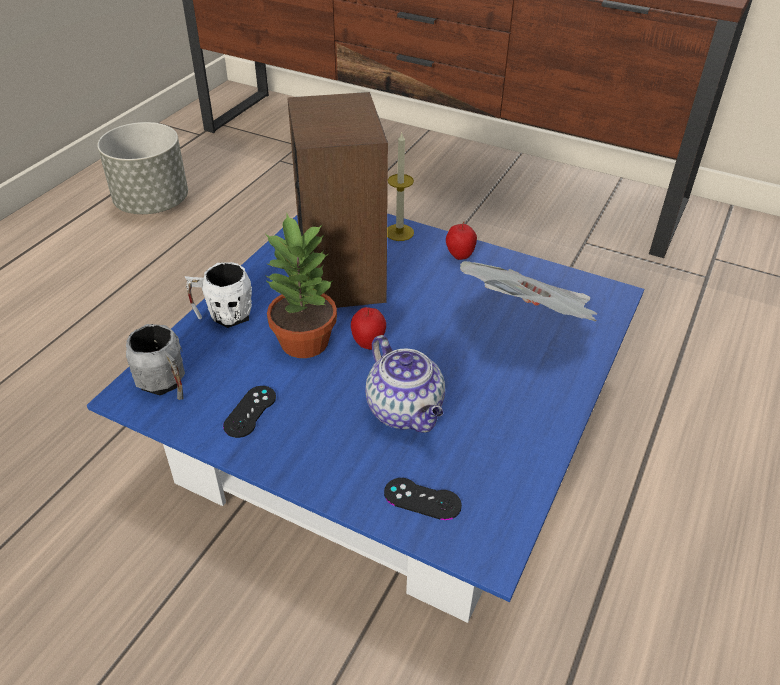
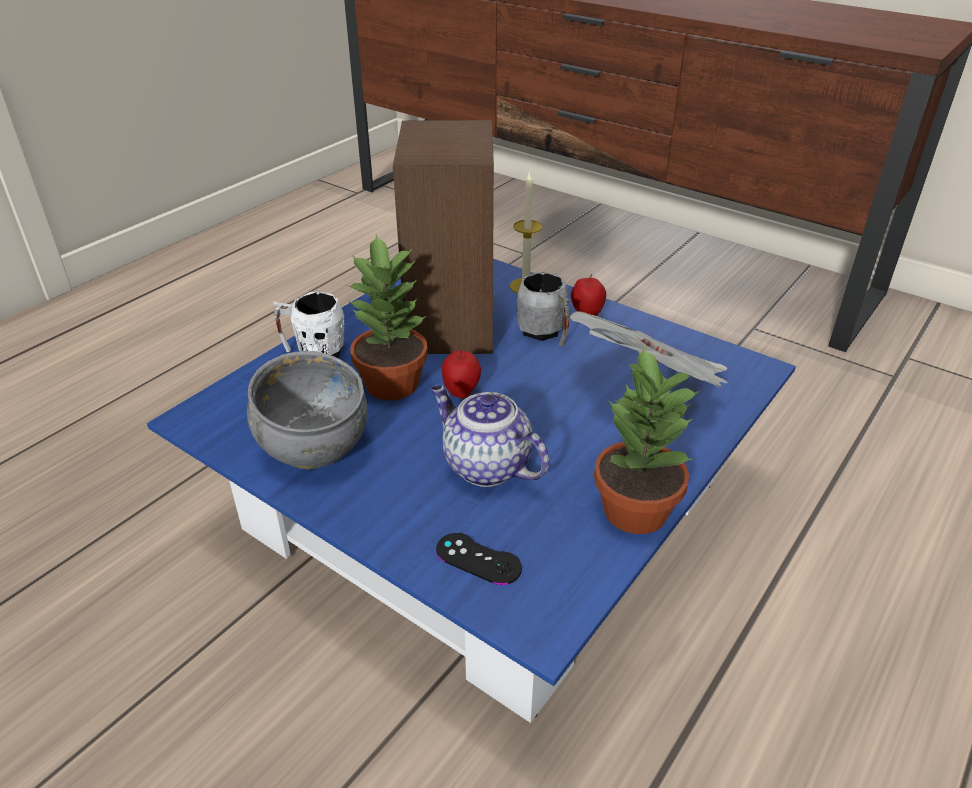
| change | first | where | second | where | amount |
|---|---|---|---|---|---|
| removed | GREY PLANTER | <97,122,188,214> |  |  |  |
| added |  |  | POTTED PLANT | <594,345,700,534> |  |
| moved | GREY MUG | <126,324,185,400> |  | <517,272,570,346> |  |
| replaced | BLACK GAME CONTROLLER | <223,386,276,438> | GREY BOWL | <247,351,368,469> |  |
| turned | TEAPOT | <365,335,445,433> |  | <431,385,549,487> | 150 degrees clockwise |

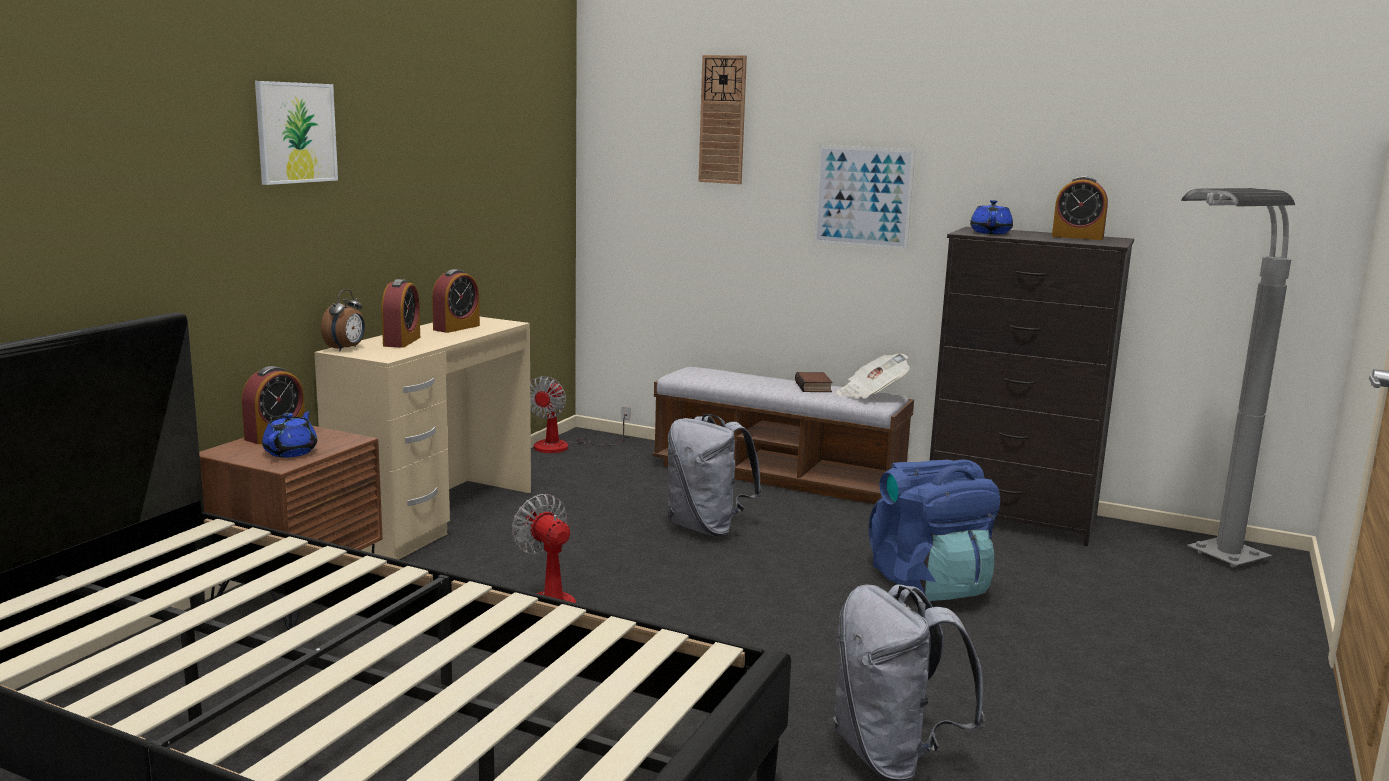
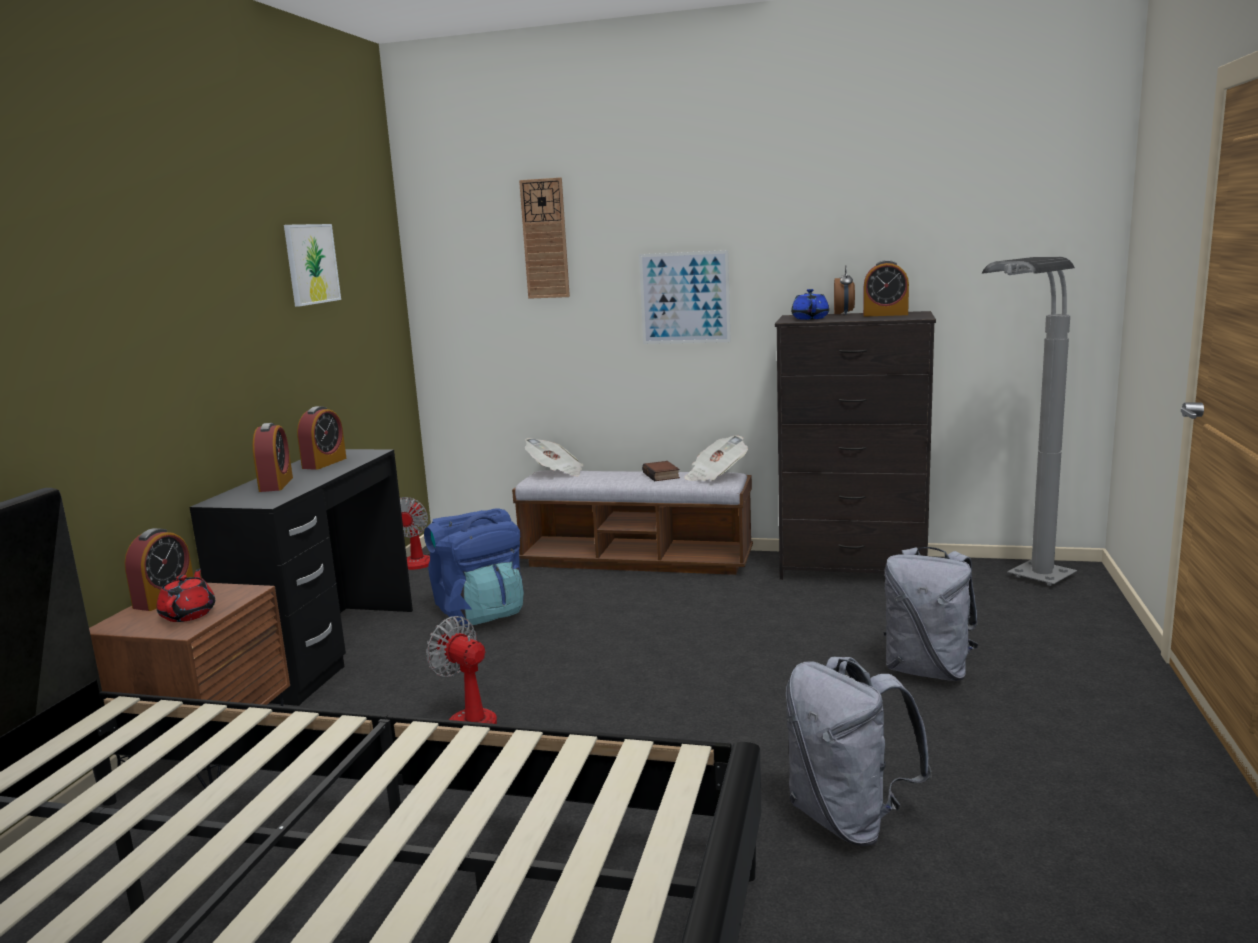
| change | first | where | second | where | amount |
|---|---|---|---|---|---|
| added |  |  | NEWSPAPER | <525,438,583,477> |  |
| moved | PICTURE | <255,81,338,185> |  | <284,224,341,307> |  |
| moved | ALARM CLOCK | <321,289,365,351> |  | <834,265,855,315> |  |
| moved | GREY BACKPACK | <668,414,762,537> |  | <883,547,979,681> |  |
| moved | BLUE BACKPACK | <869,459,1000,601> |  | <424,508,524,627> |  |
| recoloured | BLUE TEAPOT | <262,410,317,457> | RED TEAPOT | <157,568,215,622> |  |
| recoloured | BEIGE DESK | <314,317,531,560> | BLACK DESK | <190,449,413,706> |  |

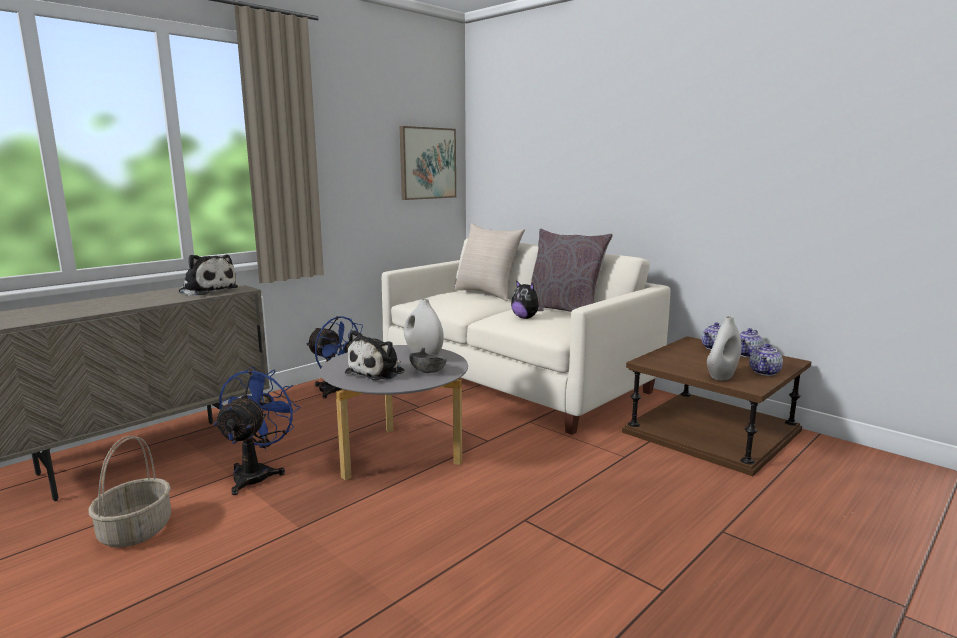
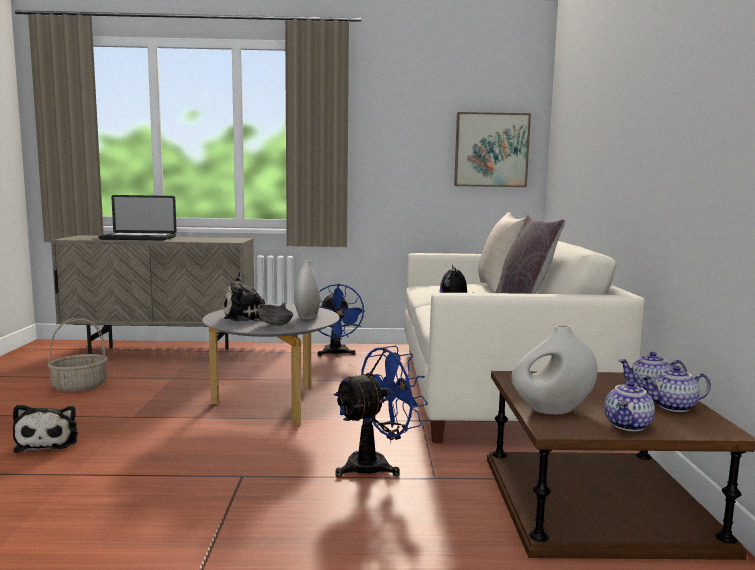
| change | first | where | second | where | amount |
|---|---|---|---|---|---|
| added |  |  | LAPTOP | <99,195,177,240> |  |
| moved | PLUSH TOY | <179,255,238,296> |  | <13,404,78,453> |  |
| moved | BLUE FAN | <214,366,300,495> |  | <333,346,428,477> |  |
| turned | TEAPOT | <749,344,783,376> |  | <604,381,655,431> | 45 degrees counterclockwise |

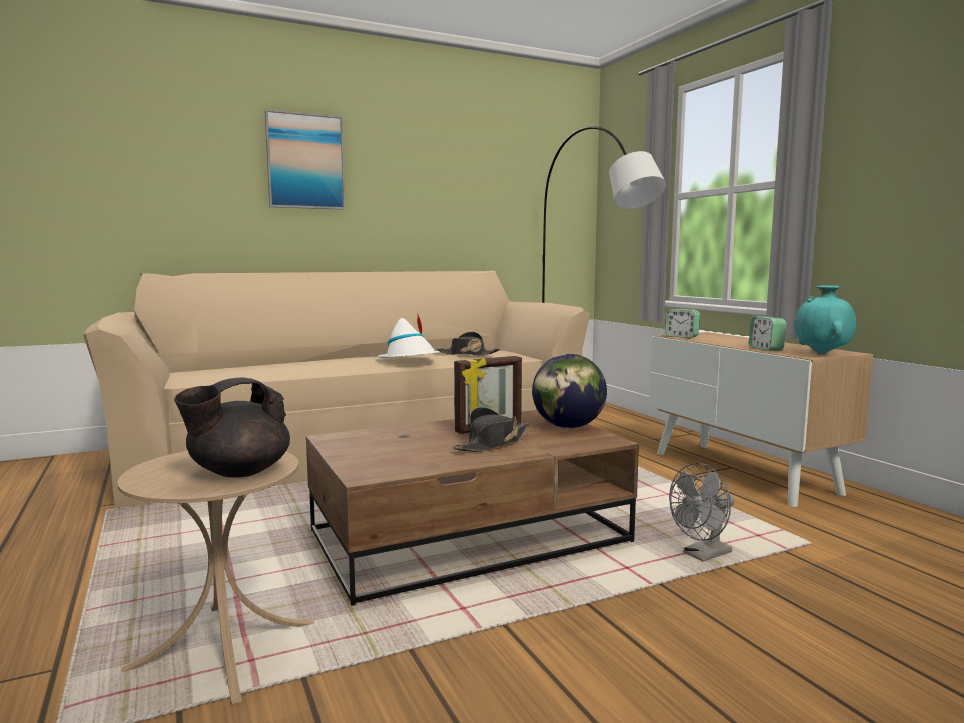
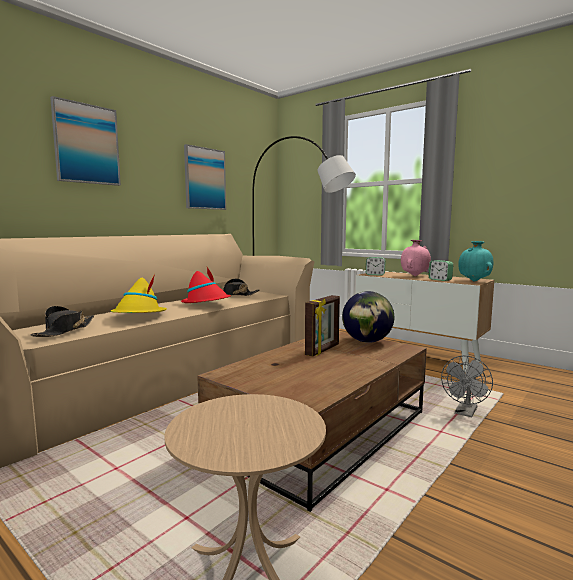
| change | first | where | second | where | amount |
|---|---|---|---|---|---|
| removed | BLACK TEAPOT | <174,377,290,478> |  |  |  |
| added |  |  | YELLOW HAT | <111,274,167,313> |  |
| added |  |  | PICTURE | <184,144,226,210> |  |
| added |  |  | PINK VASE | <401,240,431,276> |  |
| moved | BLACK HAT | <453,407,529,452> |  | <31,306,94,337> |  |
| recoloured | WHITE HAT | <378,312,440,358> | RED HAT | <181,267,231,303> |  |

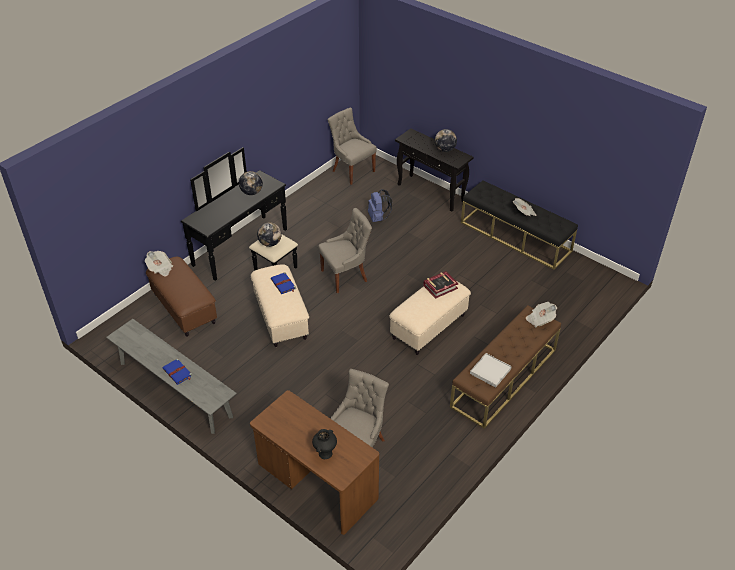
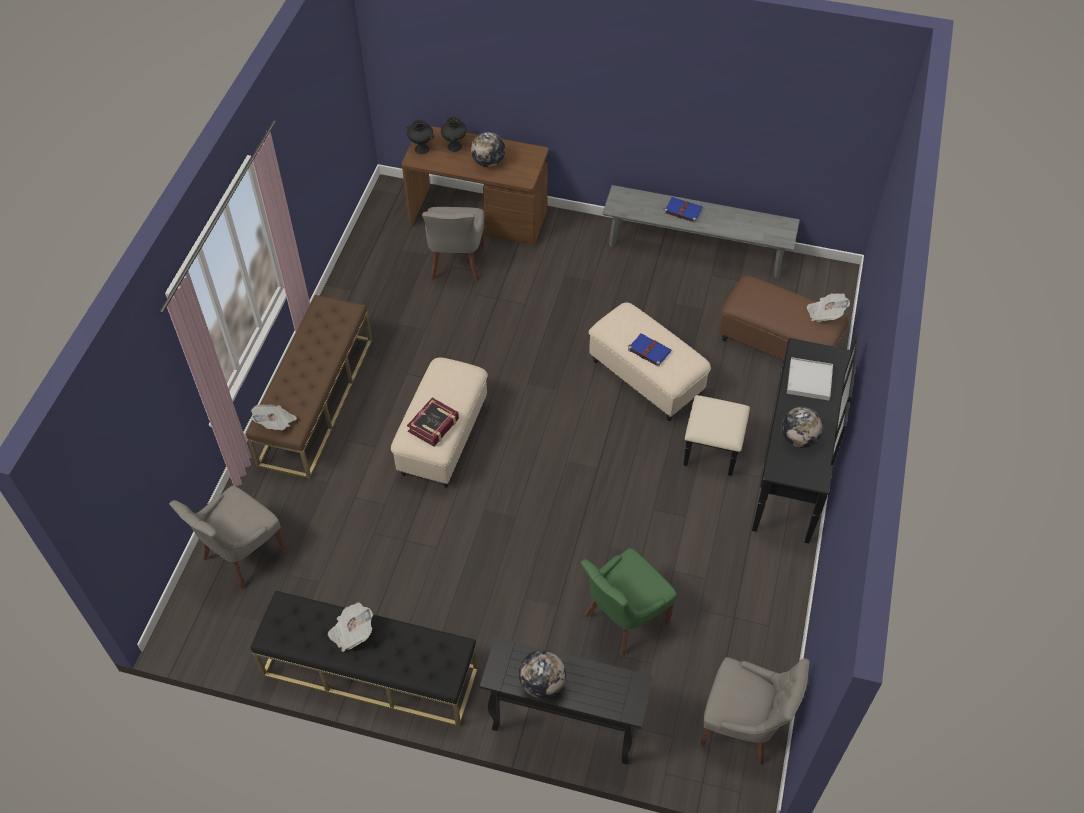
| change | first | where | second | where | amount |
|---|---|---|---|---|---|
| added |  |  | BLACK VASE | <407,120,434,154> |  |
| moved | GLOBE | <257,222,281,247> |  | <471,132,505,167> |  |
| moved | GREY CHAIR | <318,208,372,293> |  | <169,486,286,589> |  |
| moved | WHITE TRAY | <470,353,512,388> |  | <787,357,833,400> |  |
| replaced | BLUE BACKPACK | <368,189,392,222> | GREEN CHAIR | <581,548,677,656> |  |

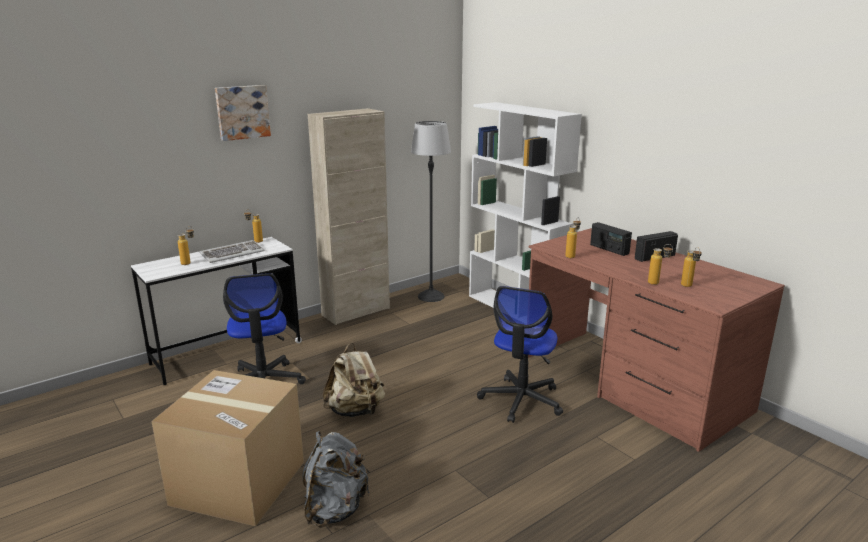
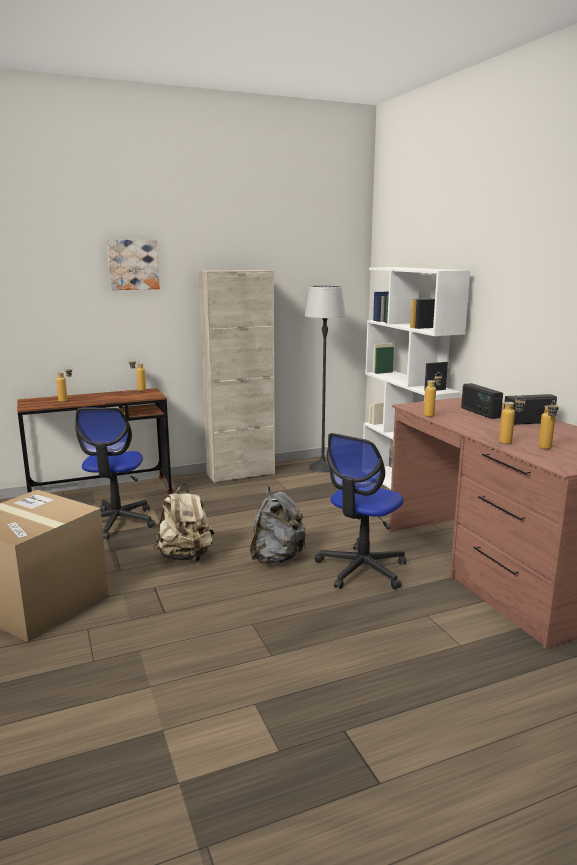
| change | first | where | second | where | amount |
|---|---|---|---|---|---|
| removed | KEYBOARD | <200,240,265,263> |  |  |  |
| moved | GREY BACKPACK | <302,431,370,528> |  | <250,486,306,564> |  |
| recoloured | WHITE DESK | <131,237,302,385> | BROWN DESK | <17,388,174,494> |  |

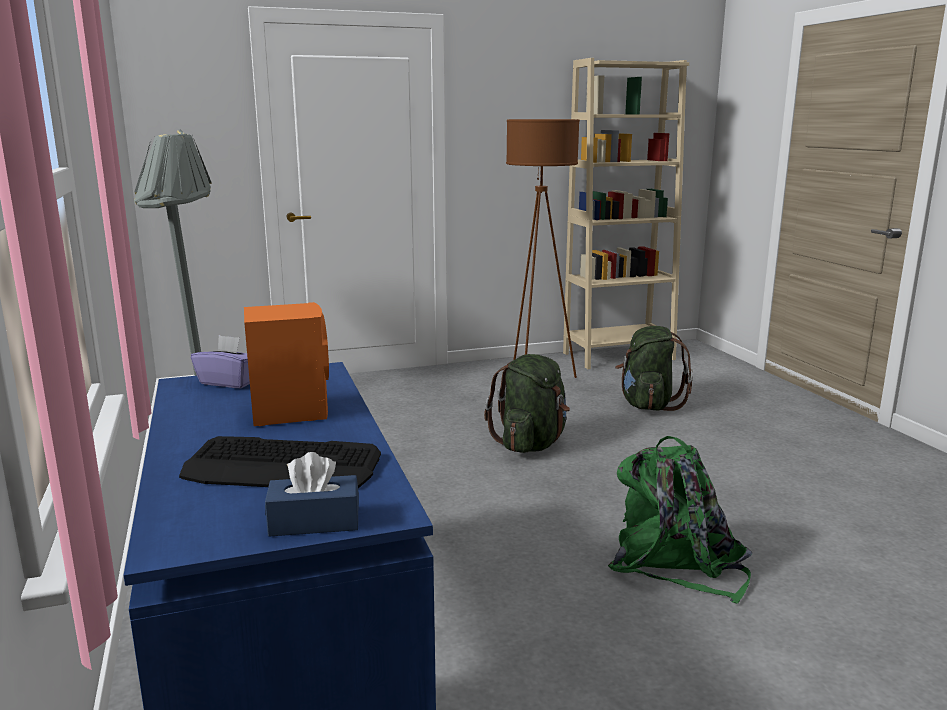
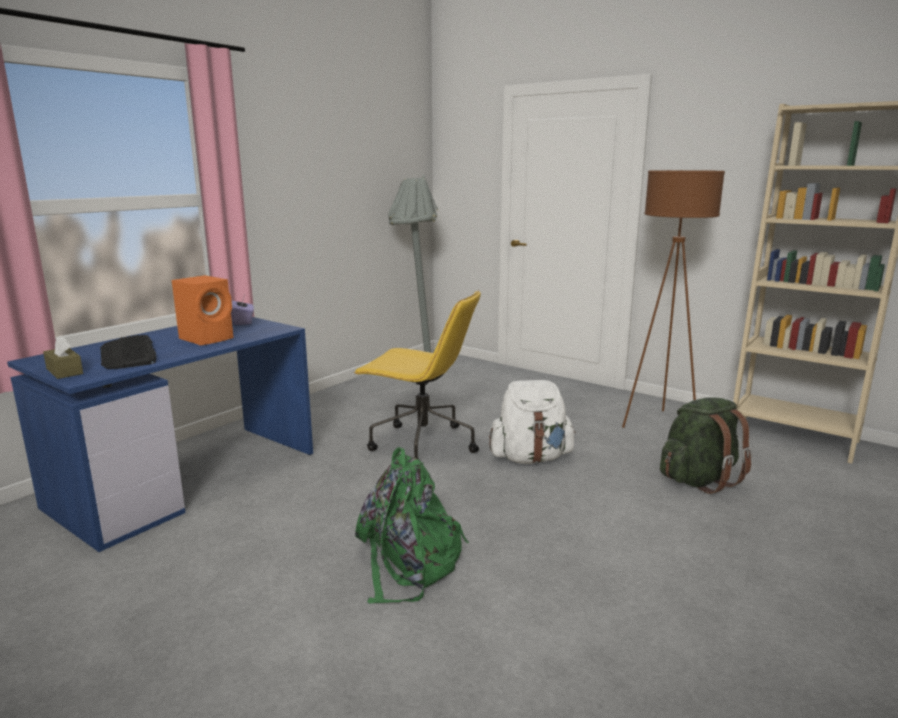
| change | first | where | second | where | amount |
|---|---|---|---|---|---|
| added |  |  | YELLOW OFFICE CHAIR | <354,290,481,461> |  |
| recoloured | BLUE TISSUE BOX | <265,452,359,536> | BROWN TISSUE BOX | <43,335,83,379> |  |
| recoloured | GREEN BACKPACK | <484,354,570,453> | WHITE BACKPACK | <489,380,576,464> |  |

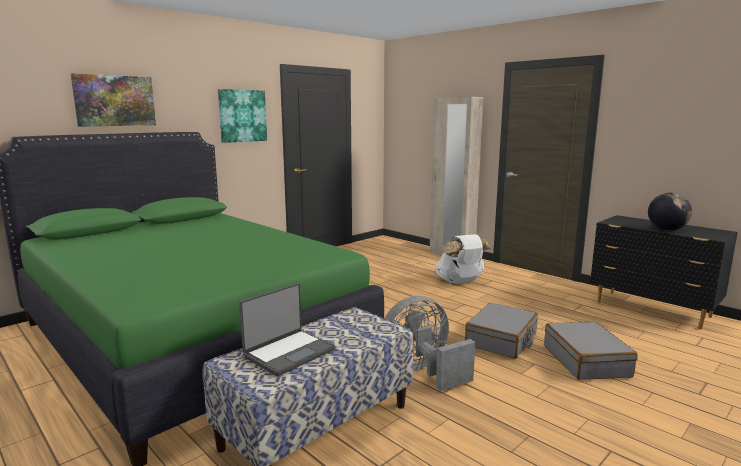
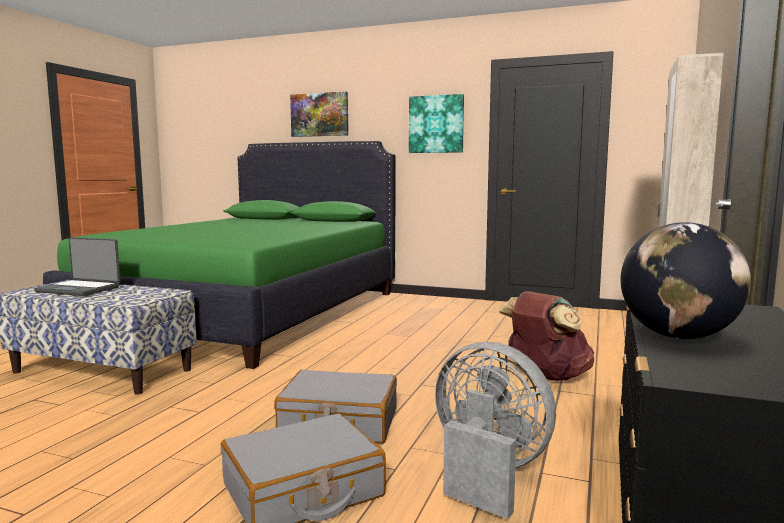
| change | first | where | second | where | amount |
|---|---|---|---|---|---|
| moved | GREY FAN | <385,296,475,391> |  | <435,342,556,519> |  |
| recoloured | WHITE BACKPACK | <435,234,491,283> | BROWN BACKPACK | <499,291,594,381> |  |

